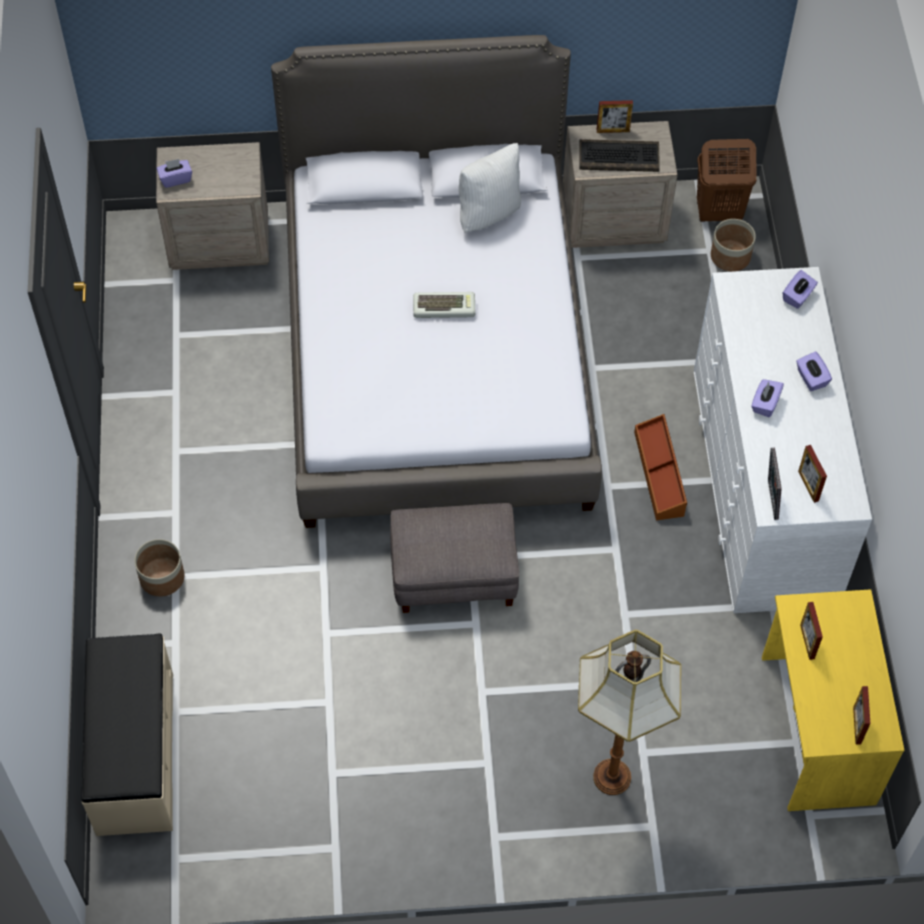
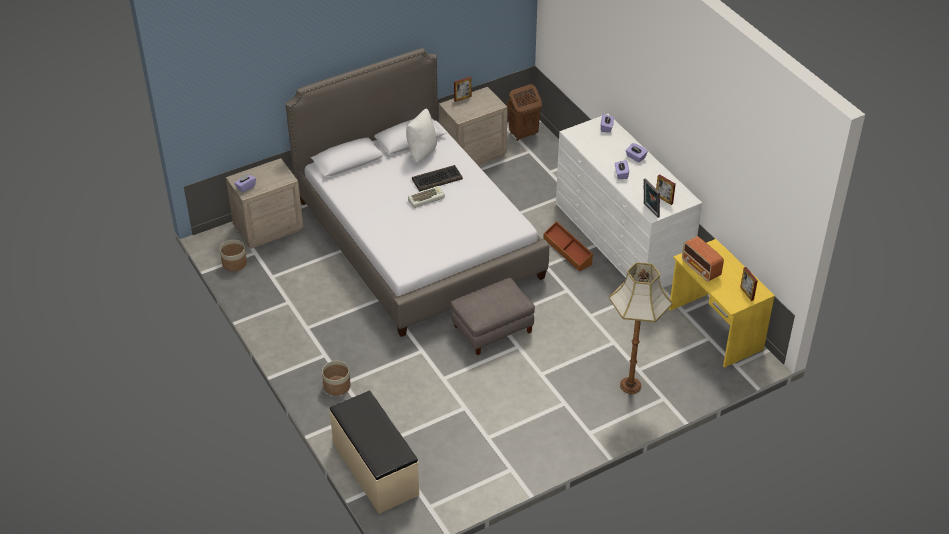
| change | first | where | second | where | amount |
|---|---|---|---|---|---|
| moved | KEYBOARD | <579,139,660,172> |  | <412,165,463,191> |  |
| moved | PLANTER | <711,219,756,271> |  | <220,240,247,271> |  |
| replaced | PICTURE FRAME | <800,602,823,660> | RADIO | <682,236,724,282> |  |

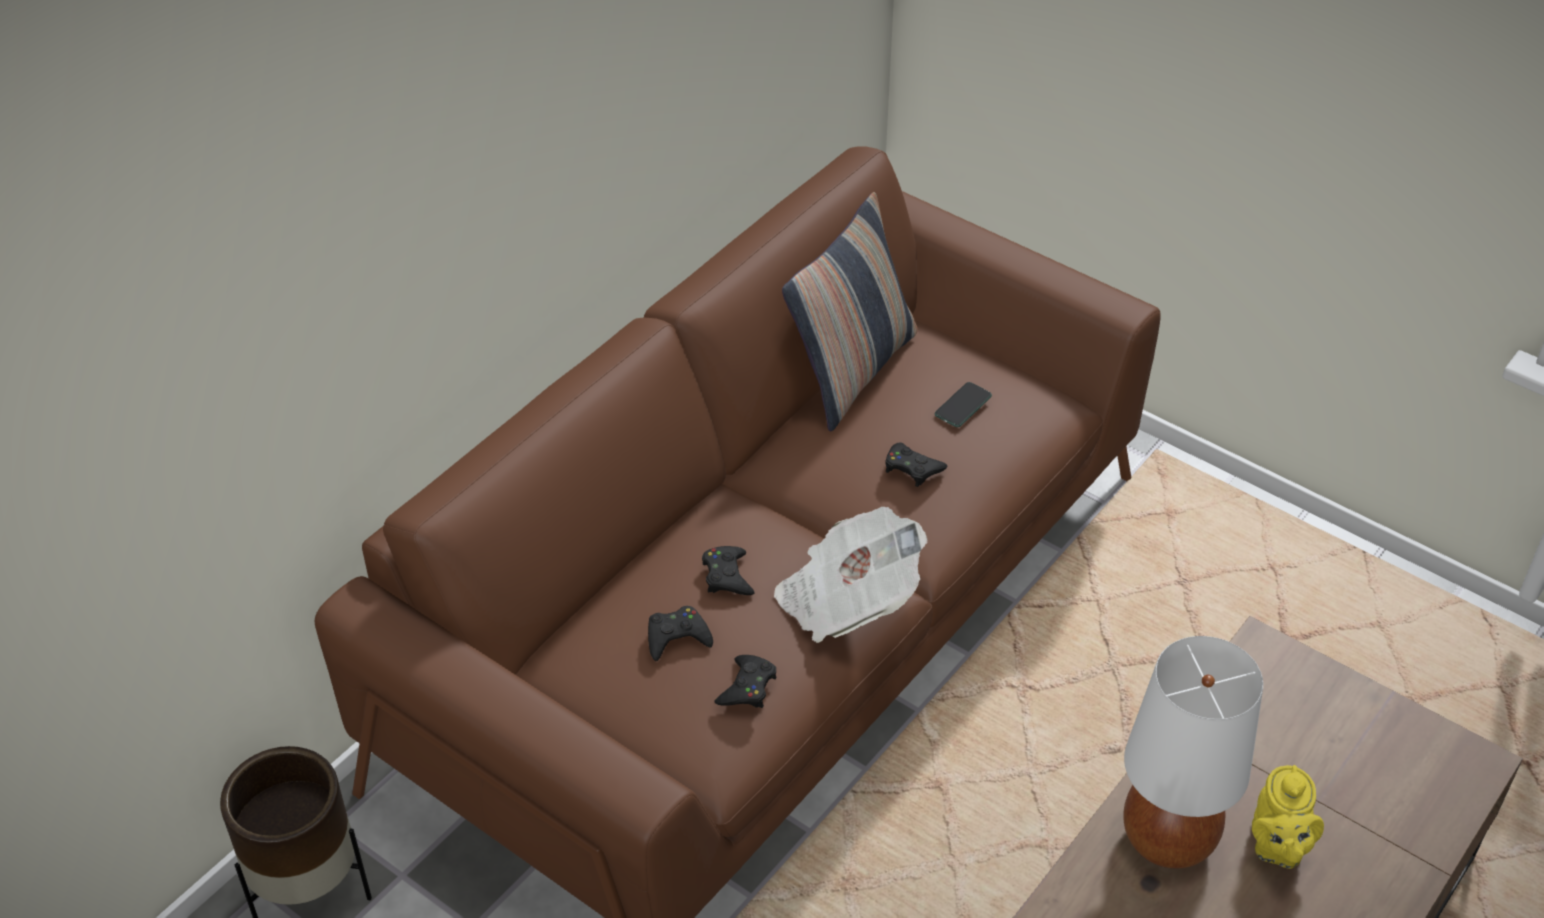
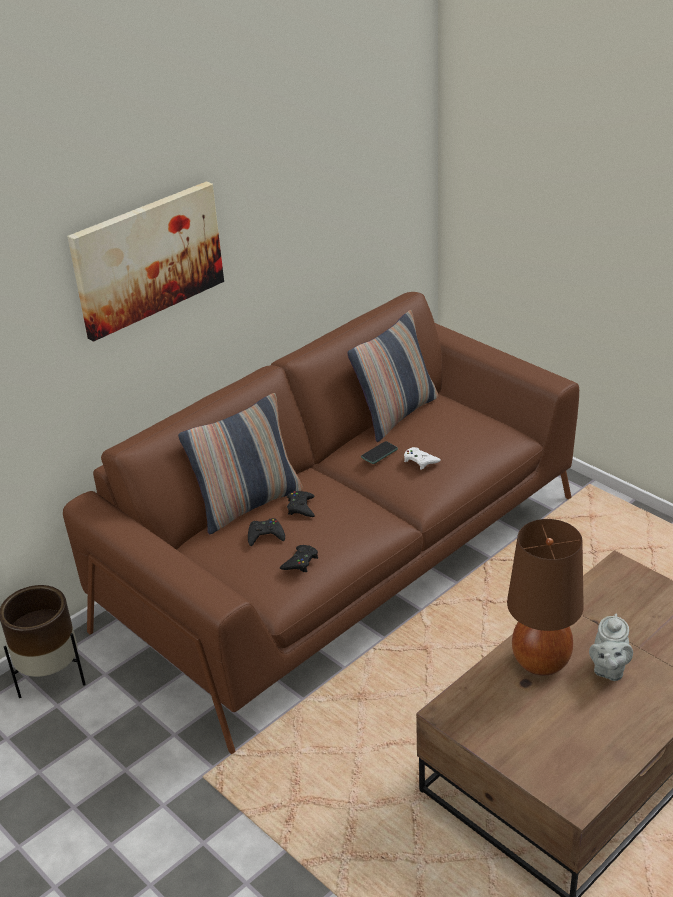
| change | first | where | second | where | amount |
|---|---|---|---|---|---|
| removed | NEWSPAPER | <774,507,928,643> |  |  |  |
| added |  |  | PICTURE | <67,181,224,342> |  |
| added |  |  | PILLOW | <178,393,303,534> |  |
| moved | PHONE | <935,382,992,427> |  | <361,441,398,464> |  |
| recoloured | BLACK GAME CONTROLLER | <885,443,947,487> | WHITE GAME CONTROLLER | <404,447,441,470> |  |
| recoloured | WHITE TABLE LAMP | <1123,636,1263,869> | BROWN TABLE LAMP | <507,519,584,676> |  |
| recoloured | YELLOW TEAPOT | <1252,765,1324,869> | GREY TEAPOT | <589,614,633,681> |  |

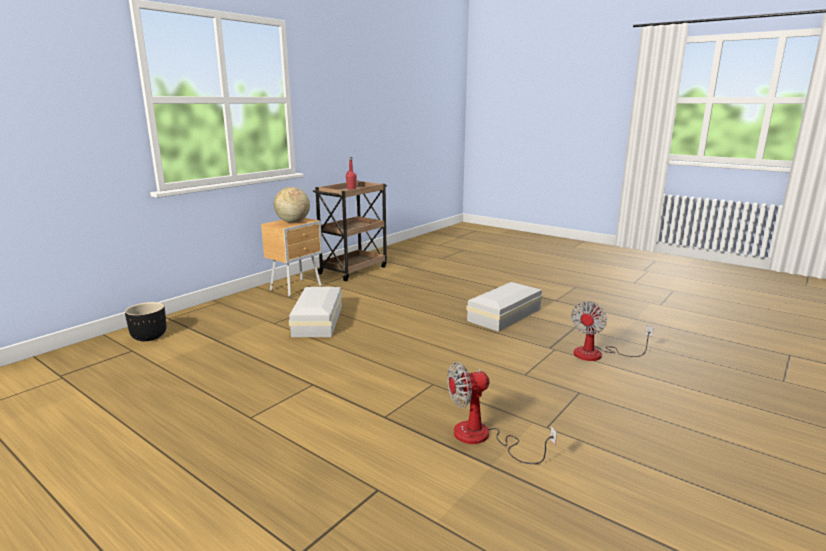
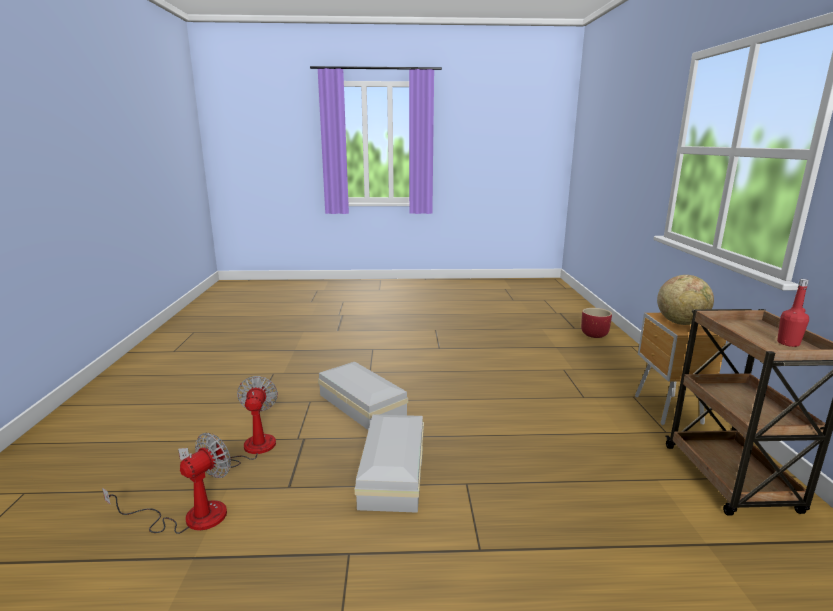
| change | first | where | second | where | amount |
|---|---|---|---|---|---|
| moved | WHITE STORAGE BOX | <289,287,342,337> |  | <318,362,408,430> |  |
| moved | FAN | <447,362,557,464> |  | <102,433,231,534> |  |
| recoloured | BLACK PLANTER | <125,302,167,341> | RED PLANTER | <581,308,612,338> |  |

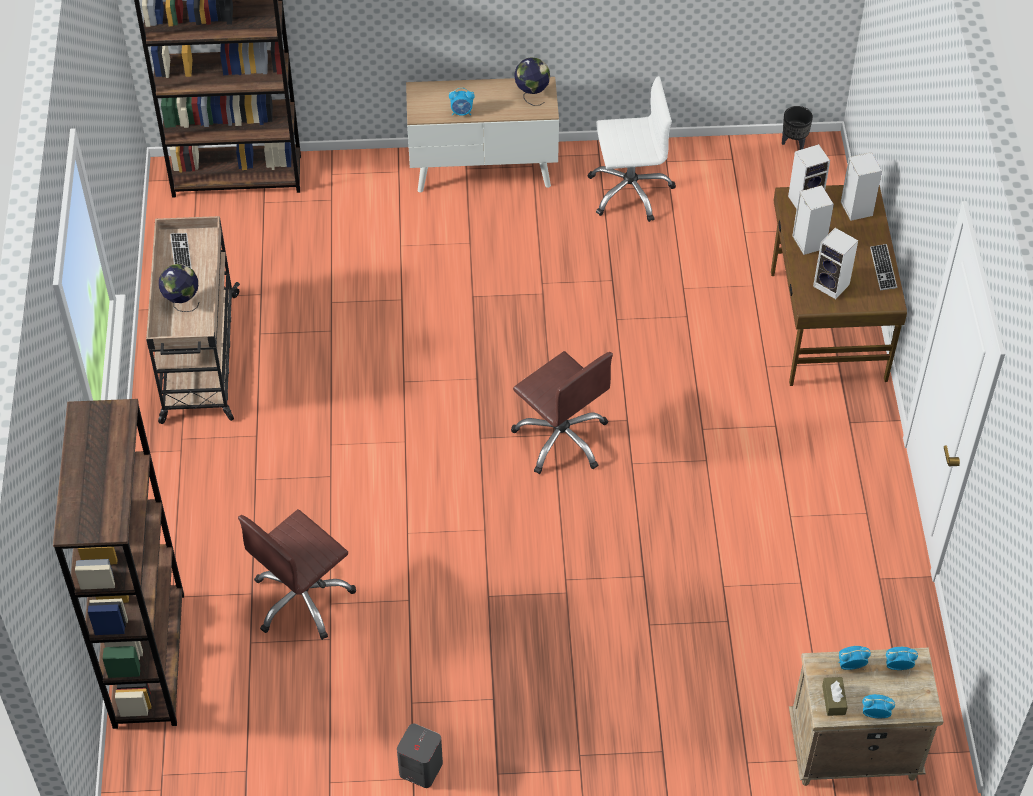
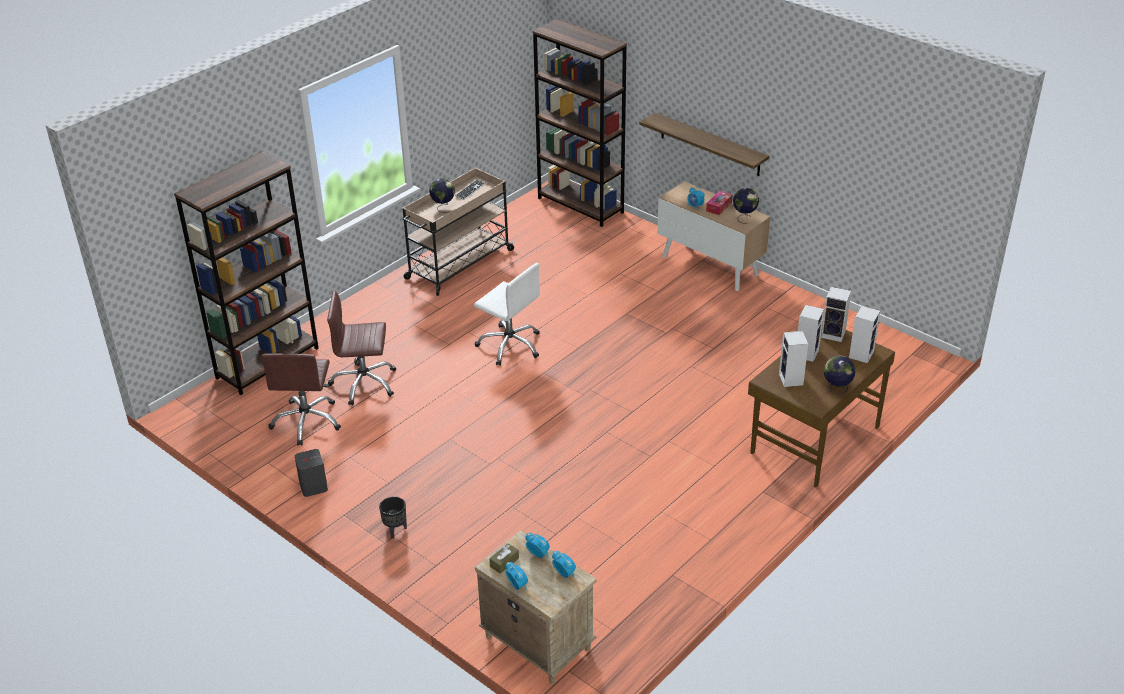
| change | first | where | second | where | amount |
|---|---|---|---|---|---|
| added |  |  | SHELF | <639,113,769,176> |  |
| added |  |  | TISSUE BOX | <706,191,733,215> |  |
| moved | BROWN OFFICE CHAIR | <511,351,613,474> |  | <261,353,341,446> |  |
| moved | WHITE OFFICE CHAIR | <587,76,676,222> |  | <474,263,540,366> |  |
| moved | BLACK PLANTER | <782,106,813,150> |  | <379,496,407,539> |  |
| replaced | KEYBOARD | <870,244,897,291> | GLOBE | <824,356,855,395> |  |

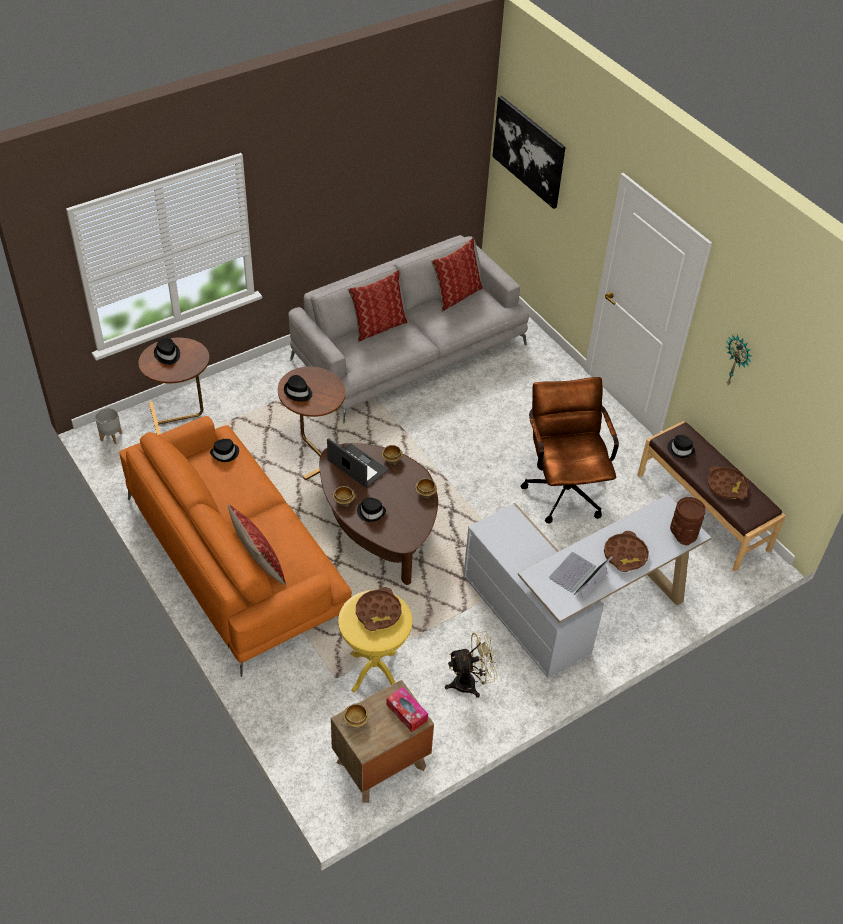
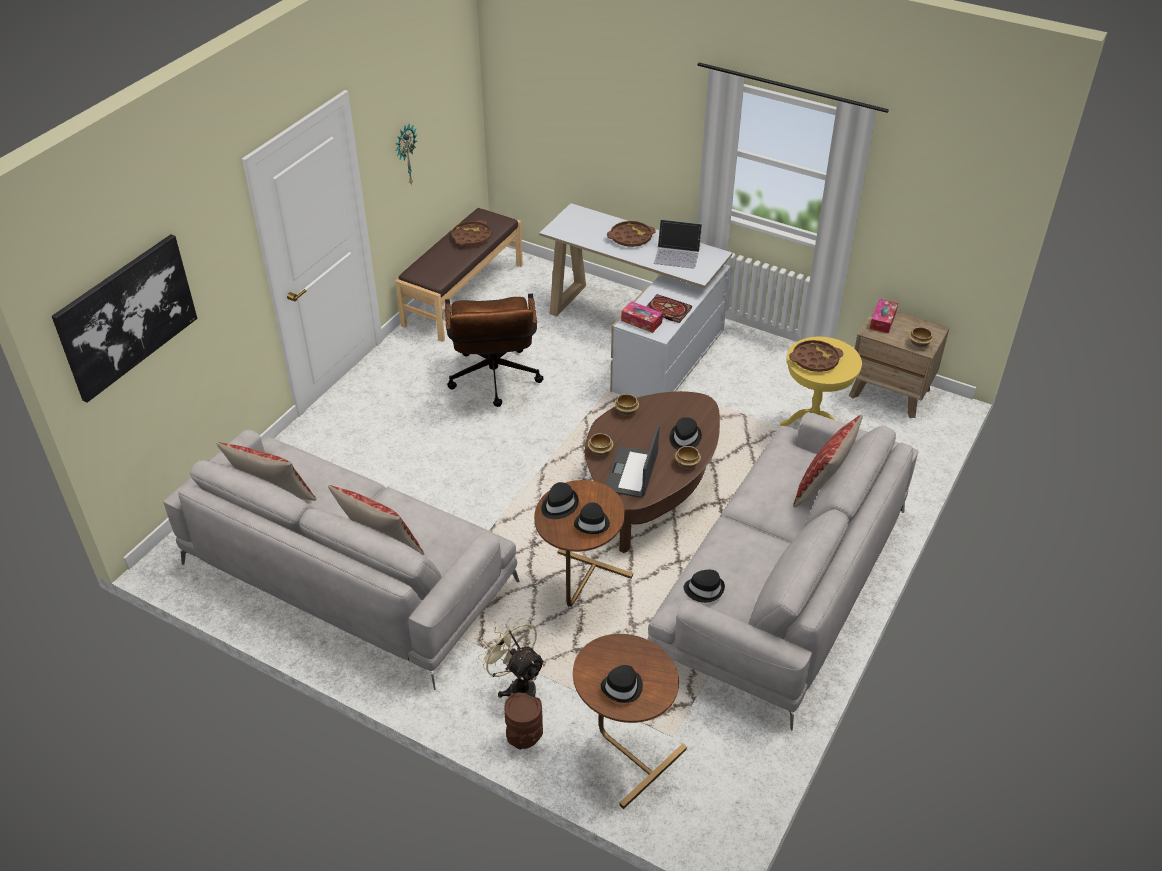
| change | first | where | second | where | amount |
|---|---|---|---|---|---|
| removed | GREY PLANTER | <95,408,122,444> |  |  |  |
| added |  |  | TISSUE BOX | <621,301,663,333> |  |
| added |  |  | BOOK | <646,294,692,323> |  |
| moved | BEIGE FAN | <445,631,498,698> |  | <478,618,545,698> |  |
| moved | BLACK HAT | <667,435,695,458> |  | <541,482,579,519> |  |
| moved | BROWN VASE | <670,497,706,545> |  | <504,693,543,750> |  |
| recoloured | ORANGE SOFA | <119,416,352,677> | GREY SOFA | <647,412,918,731> |  |
| turned | BROWN OFFICE CHAIR | <520,377,619,523> |  | <445,294,544,407> | 60 degrees counterclockwise |

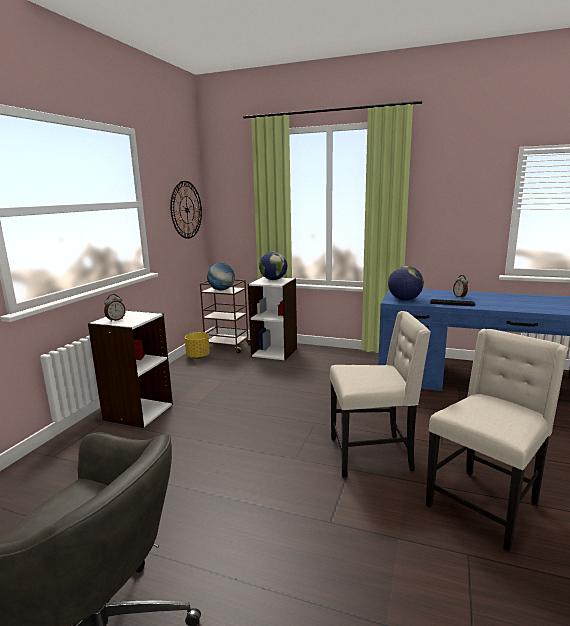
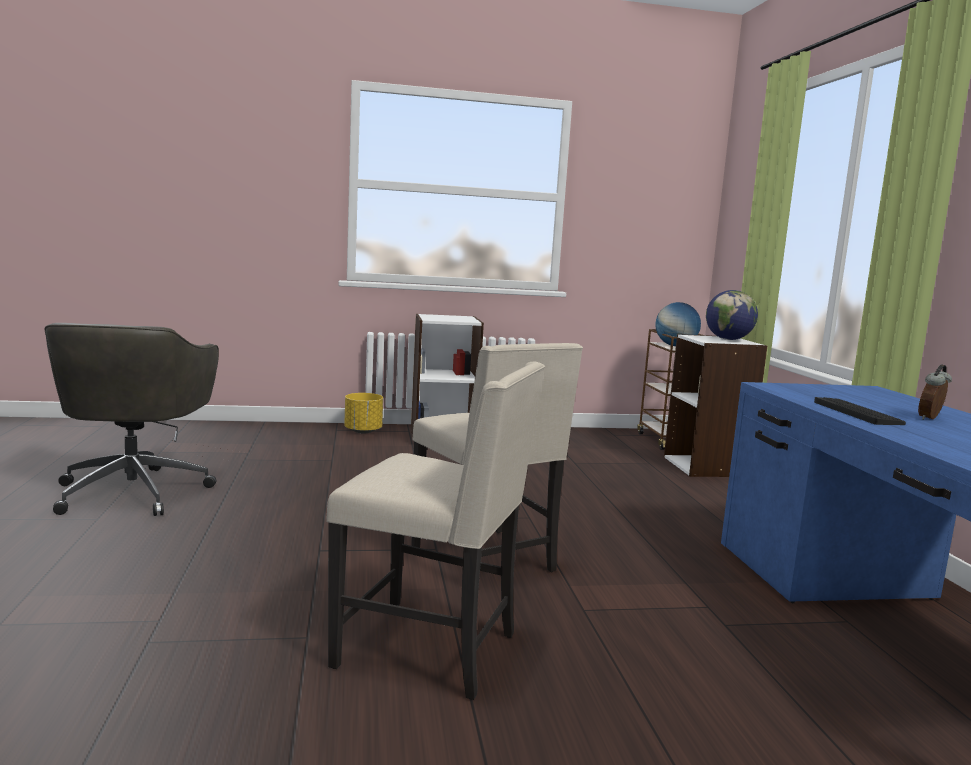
| change | first | where | second | where | amount |
|---|---|---|---|---|---|
| removed | ALARM CLOCK | <104,294,126,322> |  |  |  |
| removed | WALL CLOCK | <170,181,202,239> |  |  |  |
| removed | GLOBE | <388,266,424,301> |  |  |  |
| moved | YELLOW PLANTER | <185,332,210,359> |  | <344,393,383,433> |  |

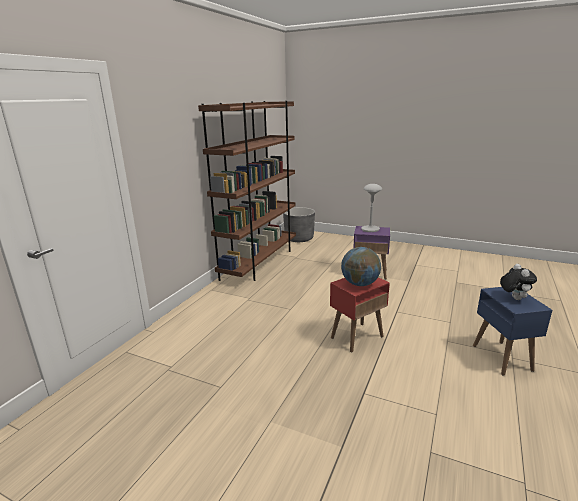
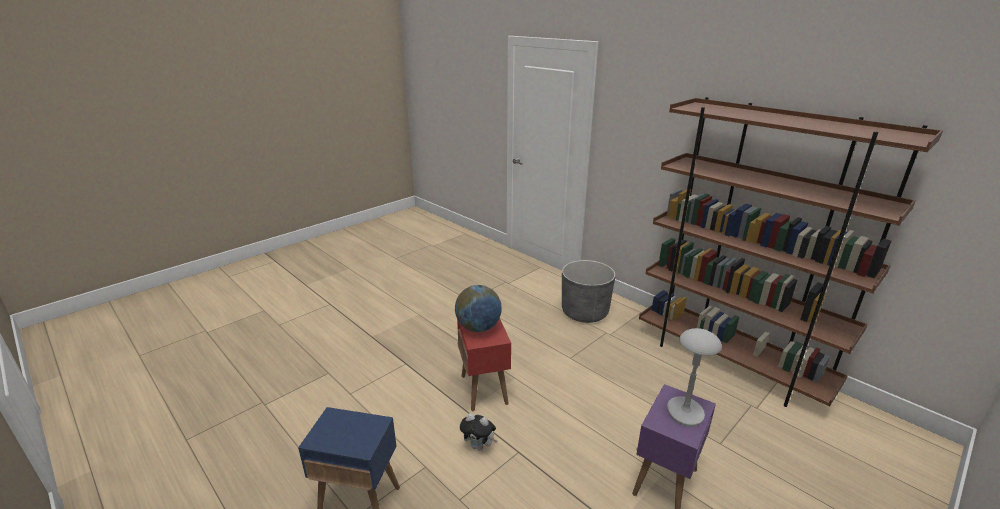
| change | first | where | second | where | amount |
|---|---|---|---|---|---|
| moved | GREY PLANTER | <283,207,315,242> |  | <562,260,615,323> |  |
| moved | PLUSH TOY | <500,264,537,300> |  | <460,413,497,451> |  |

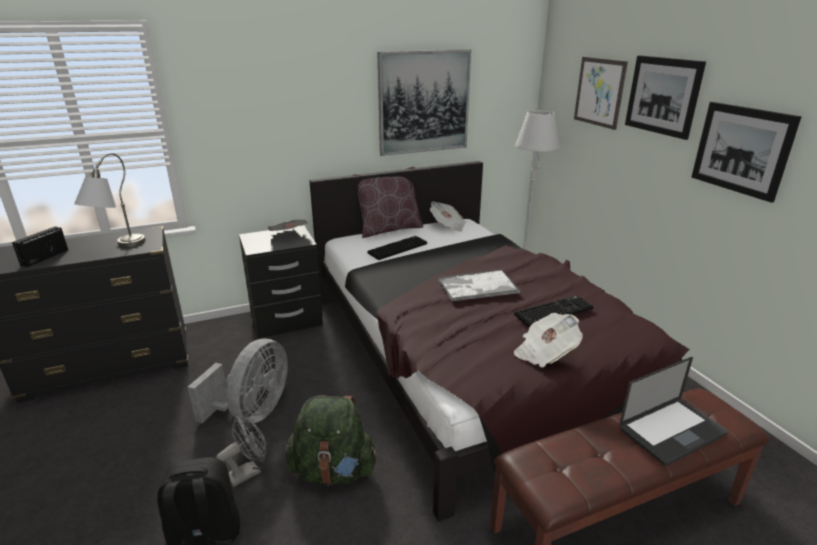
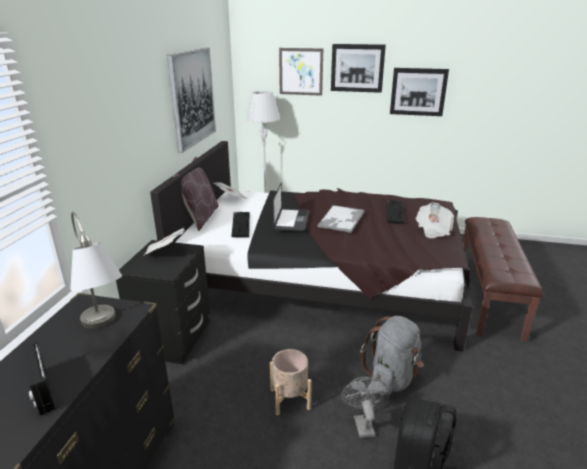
| change | first | where | second | where | amount |
|---|---|---|---|---|---|
| moved | LAPTOP | <620,357,728,466> |  | <273,182,309,231> |  |
| replaced | GREY FAN | <188,338,288,423> | BEIGE PLANTER | <270,349,311,415> |  |
| recoloured | GREEN BACKPACK | <286,395,378,485> | GREY BACKPACK | <360,316,424,395> |  |

